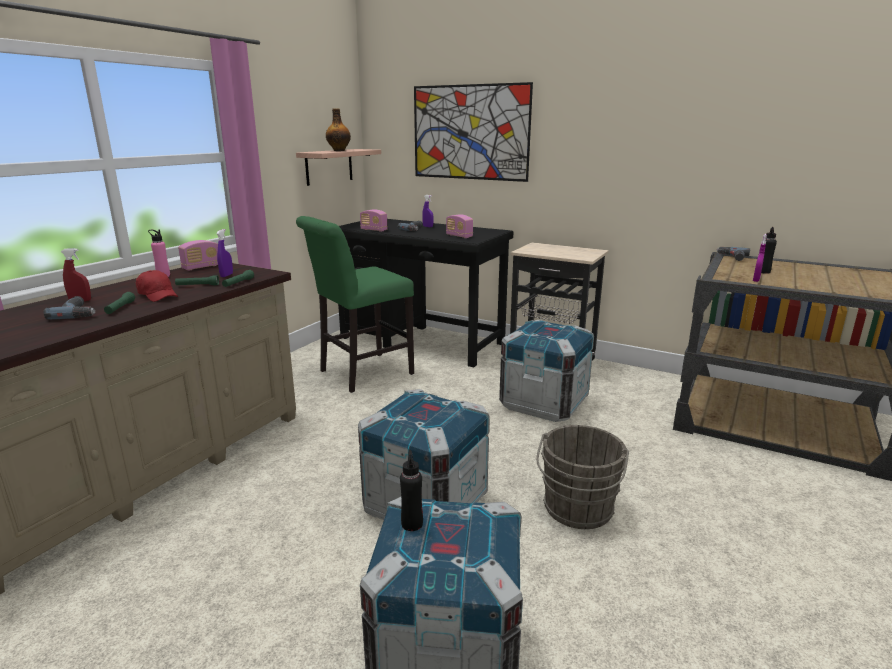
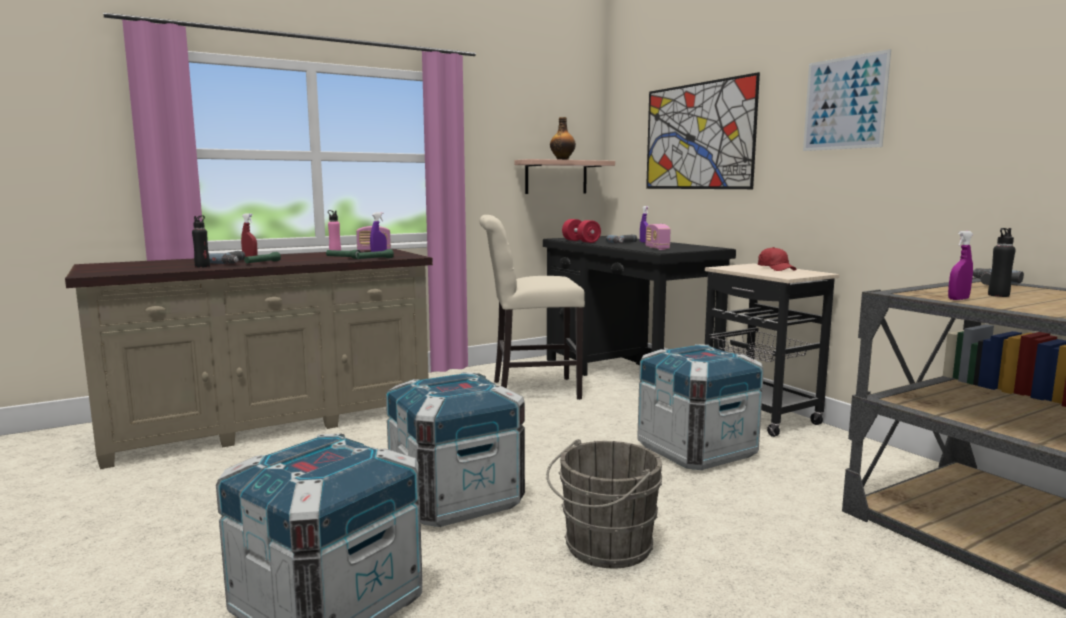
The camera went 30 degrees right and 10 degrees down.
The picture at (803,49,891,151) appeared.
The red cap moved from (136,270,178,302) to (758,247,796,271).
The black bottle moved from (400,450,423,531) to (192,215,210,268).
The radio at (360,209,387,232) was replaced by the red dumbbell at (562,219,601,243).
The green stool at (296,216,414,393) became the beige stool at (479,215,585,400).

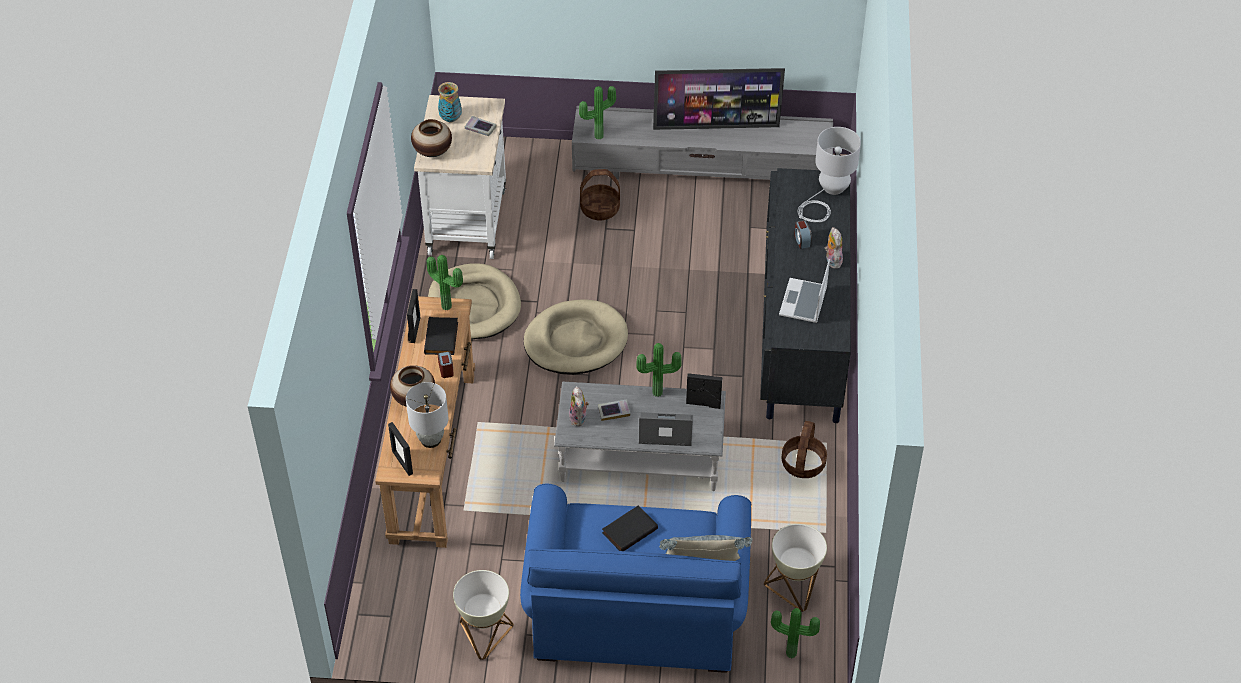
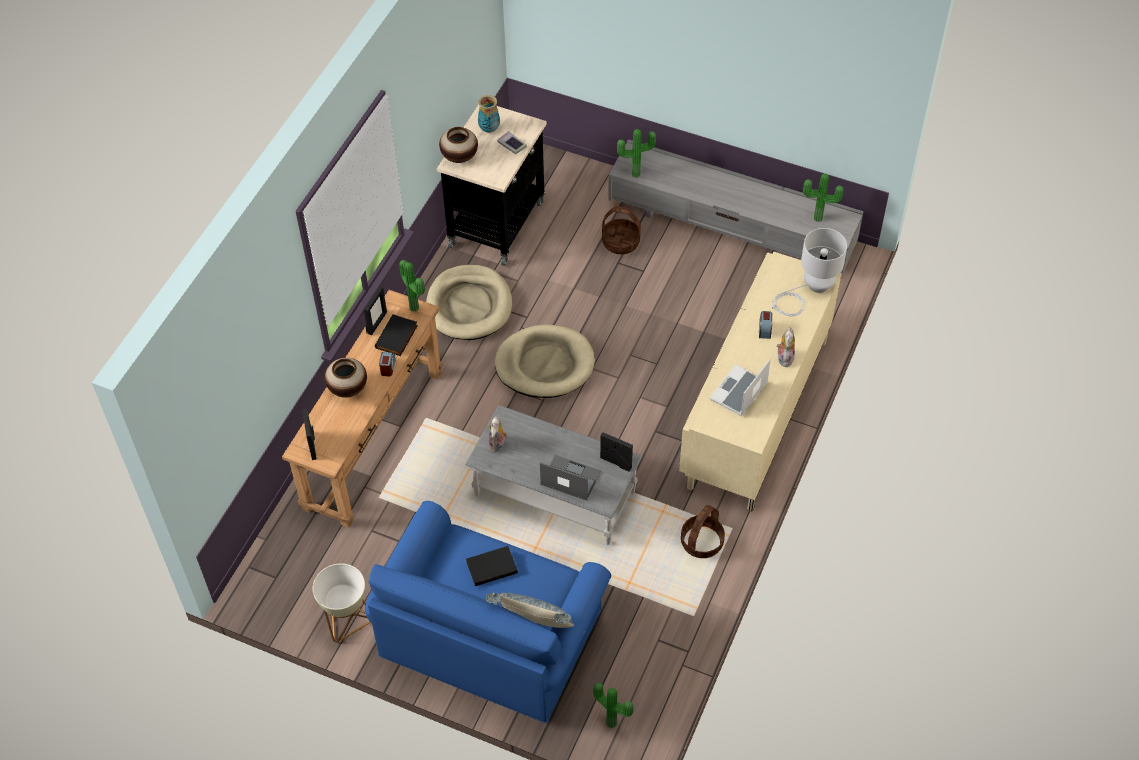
The camera went 20 degrees right and 5 degrees up.
The white table lamp at (406,382,449,448) disappeared.
The book at (598,399,630,421) disappeared.
The television at (653,68,785,130) disappeared.
The planter at (764,524,827,612) disappeared.
The potted plant moved from (636,343,682,397) to (803,173,843,222).
The white cart at (414,95,506,259) became the black cart at (437,105,547,266).
The black cabinet at (760,168,851,423) became the beige cabinet at (679,251,841,512).

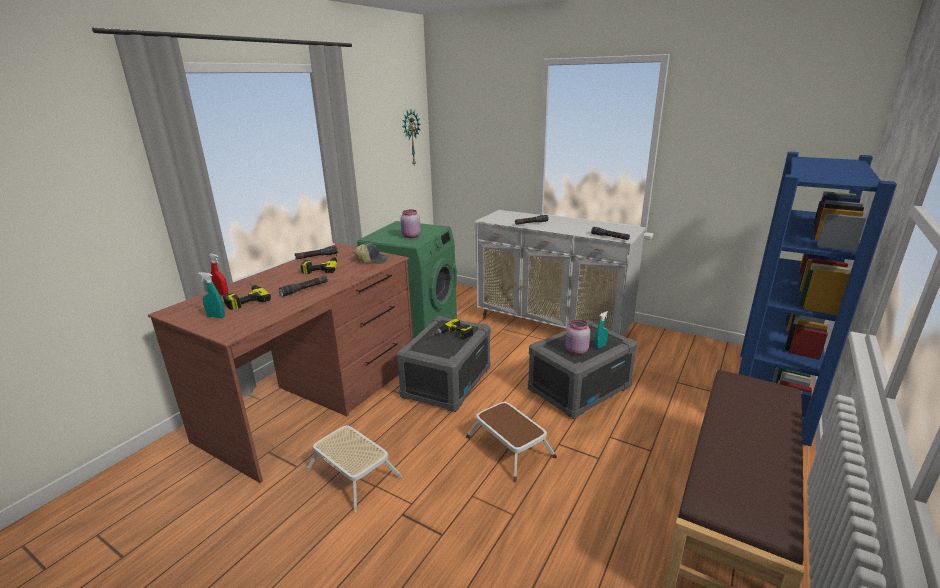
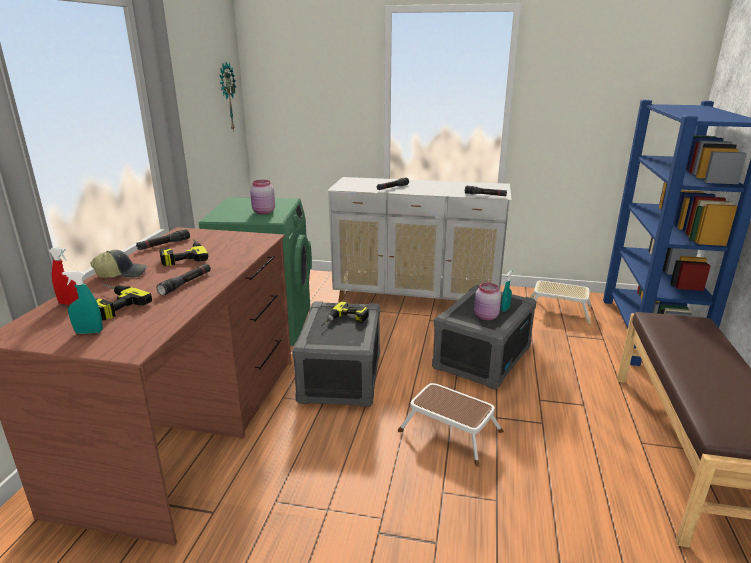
The camera went 20 degrees left and 0 degrees up.
The beige step ladder moved from (305,425,402,513) to (530,281,592,324).
The cap moved from (353,243,389,264) to (90,250,147,278).

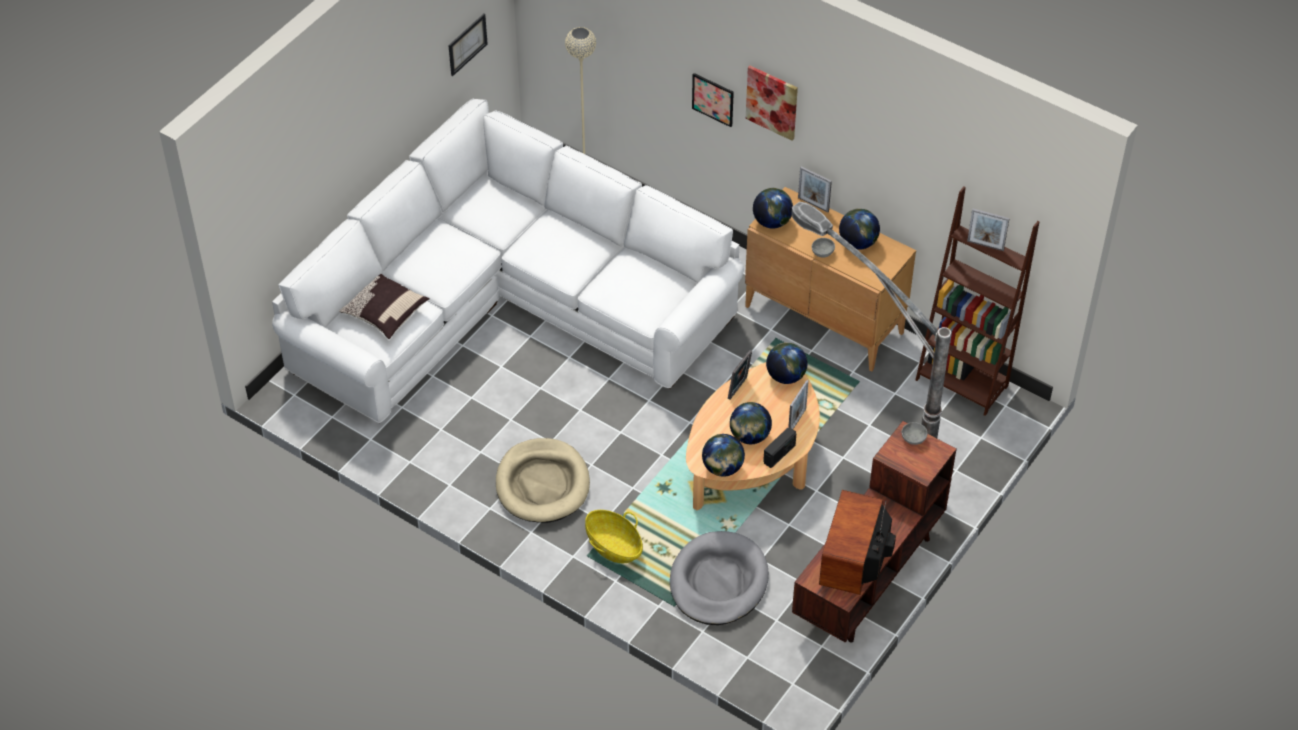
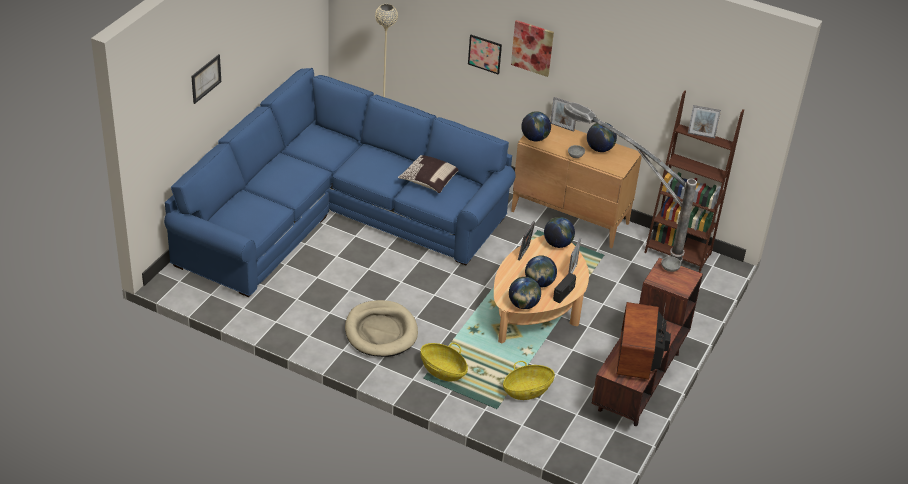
The camera went 10 degrees left and 10 degrees down.
The pillow moved from (339,274,430,339) to (398,155,459,193).
The picture moved from (448,14,488,76) to (191,54,221,104).
The grey dog bed at (670,531,769,625) was replaced by the basket at (503,361,555,400).
The white sofa at (272,99,744,424) became the blue sofa at (164,68,516,297).

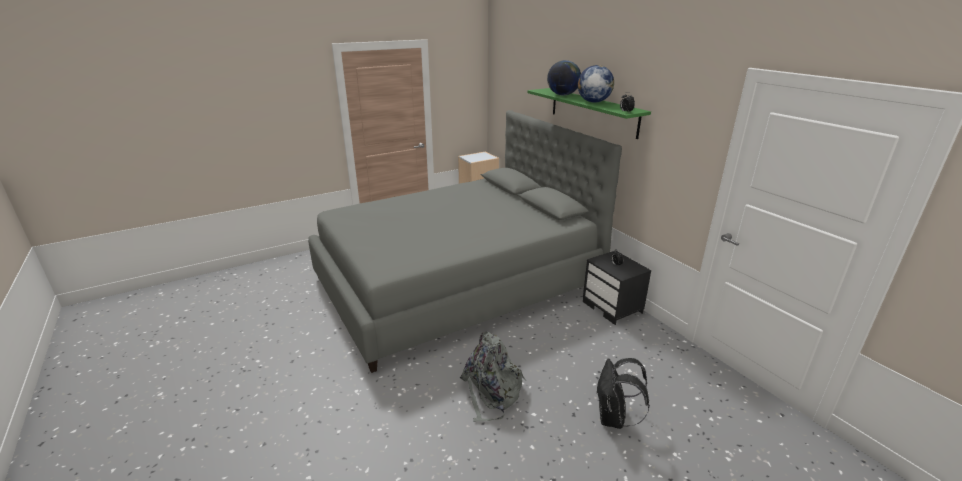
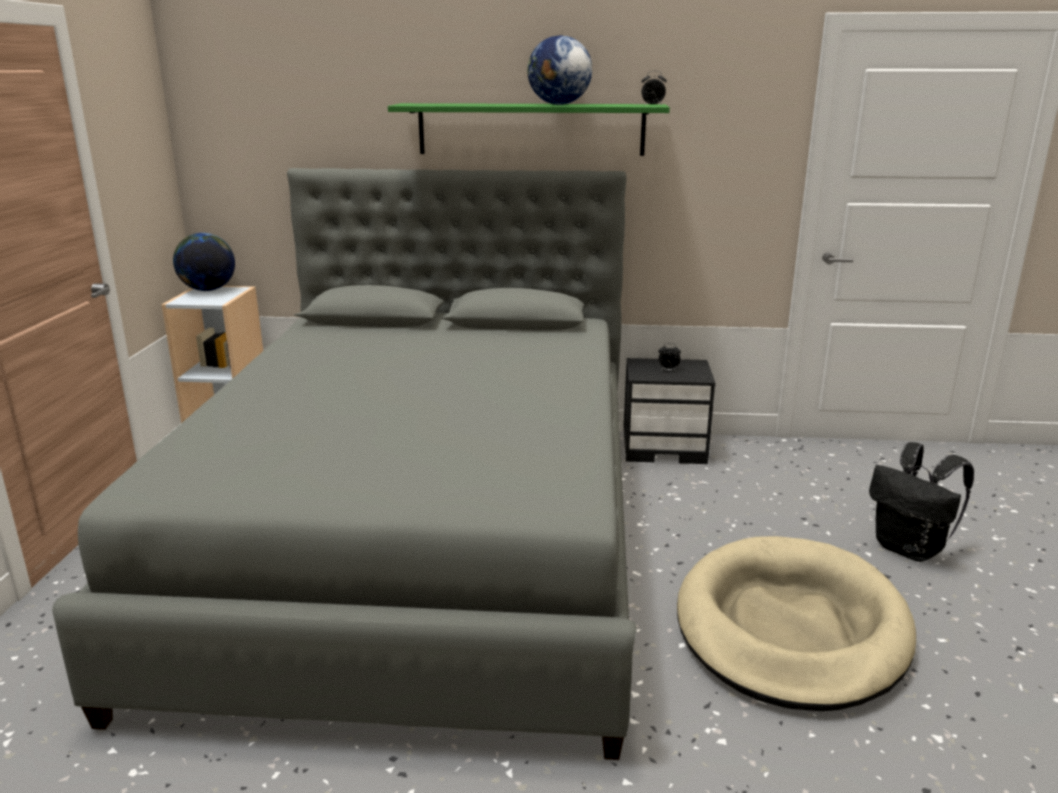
The camera went 55 degrees left and 5 degrees down.
The globe moved from (547,60,581,95) to (173,233,235,291).
The grey backpack at (460,331,526,422) was replaced by the beige dog bed at (677,536,916,711).

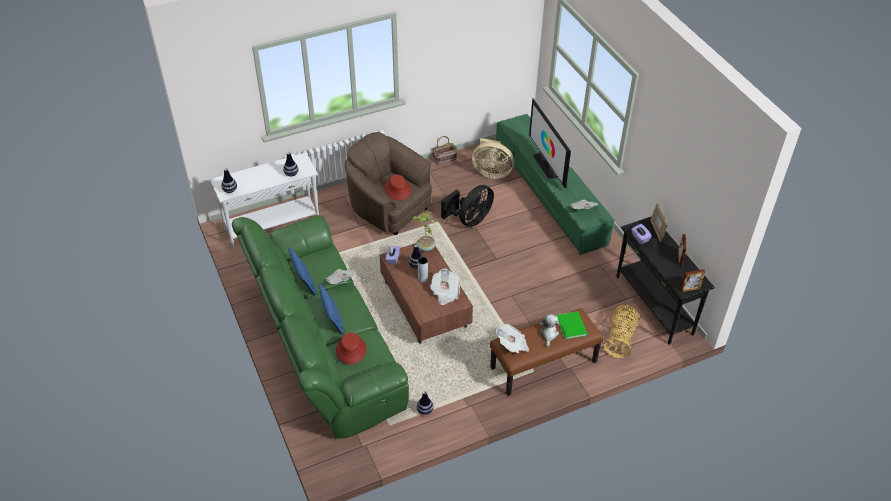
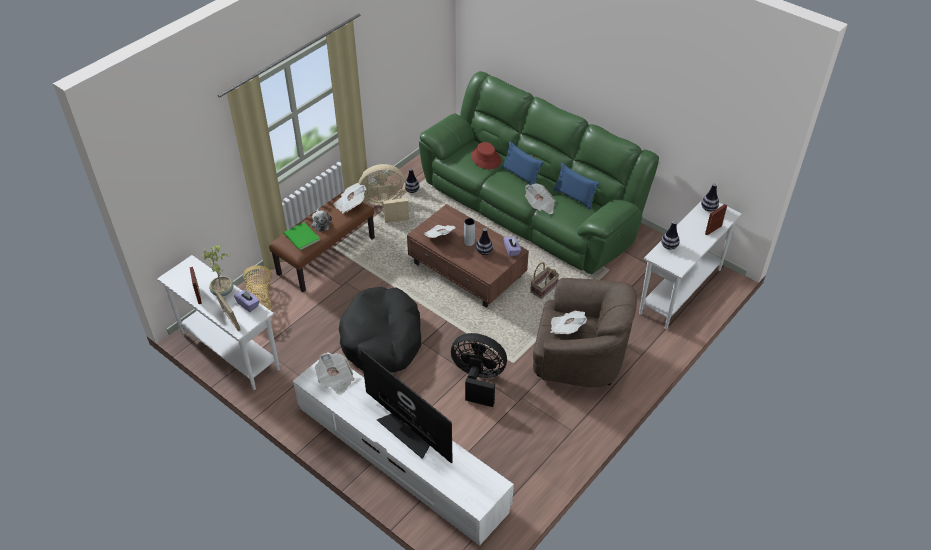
The camera went 155 degrees right and 0 degrees up.
The black dog bed at (339,287,421,373) appeared.
The potted plant moved from (412,211,436,252) to (203,245,234,296).
The basket moved from (432,136,457,165) to (530,262,559,299).
The beige fan moved from (472,138,514,179) to (358,164,409,223).
The picture frame moved from (680,269,706,293) to (705,204,727,236).
The red hat at (385,175,411,201) was replaced by the newspaper at (551,311,587,334).
The green tv stand at (496,114,615,255) became the white tv stand at (293,352,514,546).
The black console table at (616,216,715,345) became the white console table at (157,255,280,390).
The black fan at (441,185,494,227) turned 90 degrees clockwise.

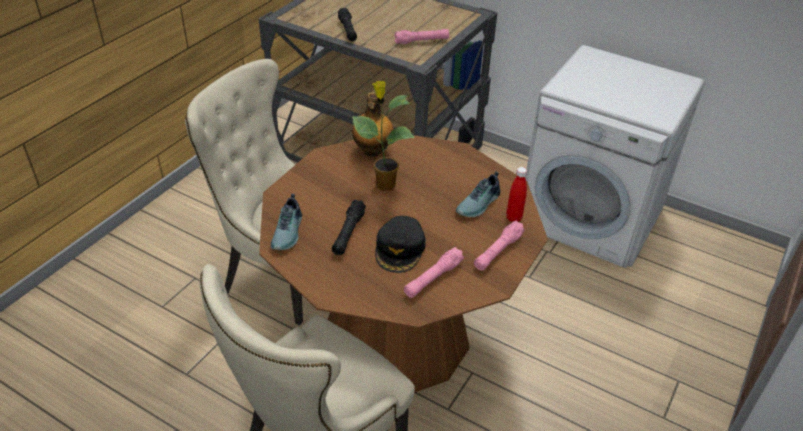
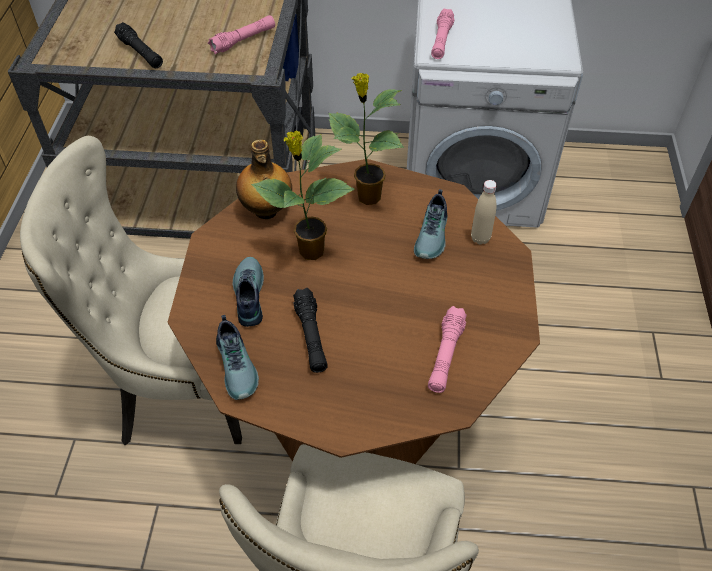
The camera went 25 degrees left and 10 degrees up.
The black cap at (375,216,426,273) disappeared.
The shoe at (233,257,264,327) appeared.
The potted plant at (329,73,404,205) appeared.
The pink flashlight moved from (474,220,525,271) to (431,8,454,59).
The red bottle at (506,167,527,222) became the beige bottle at (471,180,497,245).

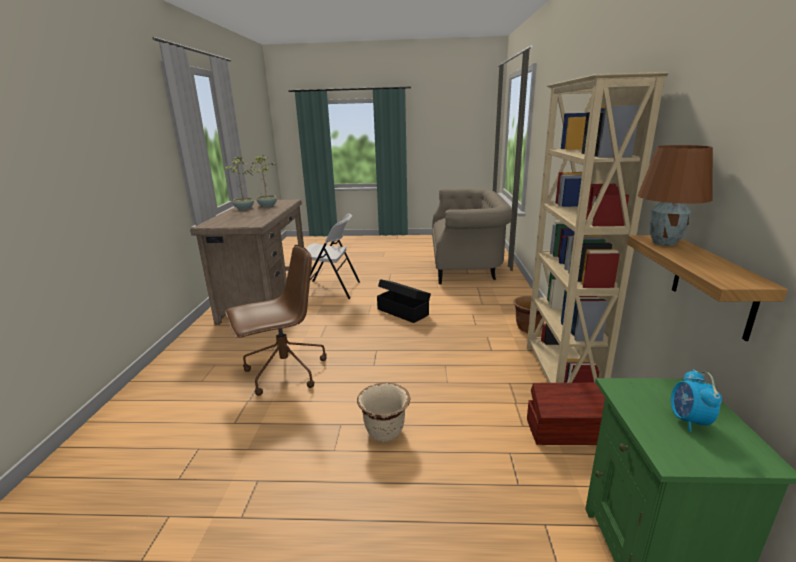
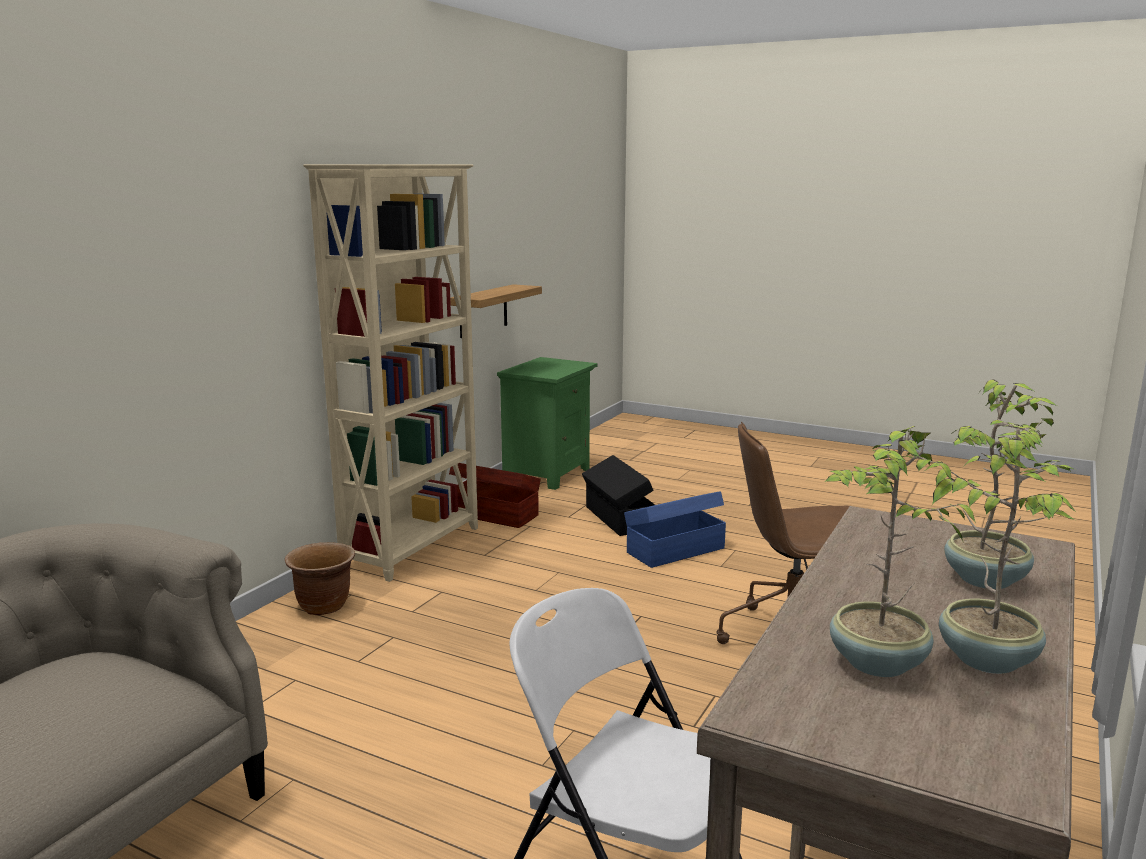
The camera went 155 degrees left and 5 degrees down.
The brown table lamp at (638,145,713,246) disappeared.
The alarm clock at (671,369,722,432) disappeared.
The potted plant at (944,380,1057,589) appeared.
The black storage box moved from (377,279,431,323) to (582,455,655,536).
The beige planter at (357,383,410,442) was replaced by the blue storage box at (624,491,726,568).

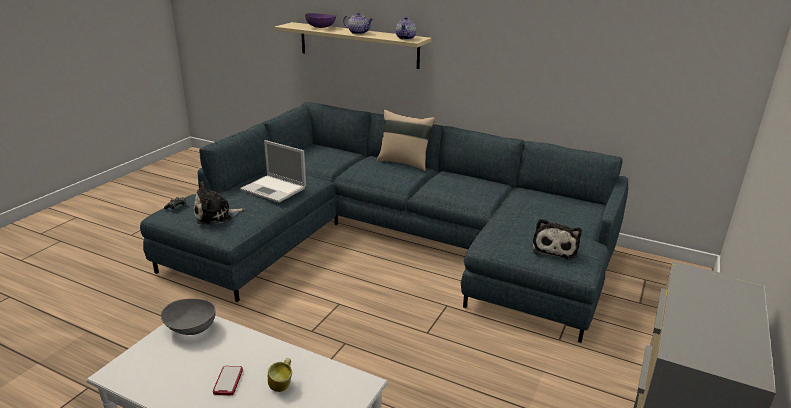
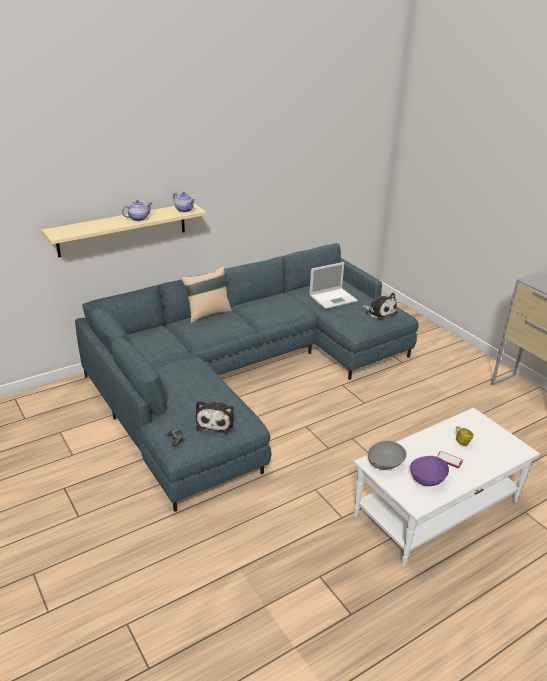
The camera went 60 degrees left and 5 degrees up.
The laptop moved from (240,140,306,203) to (309,262,358,309).
The purple bowl moved from (305,13,336,28) to (410,456,449,486).

